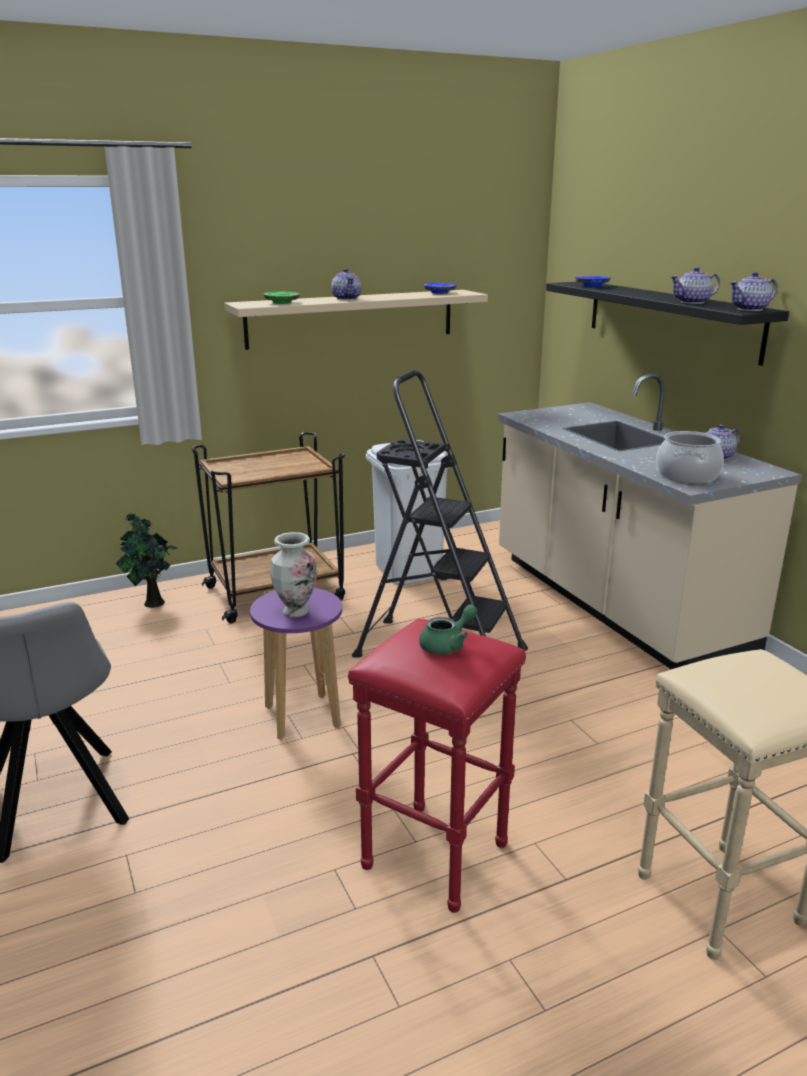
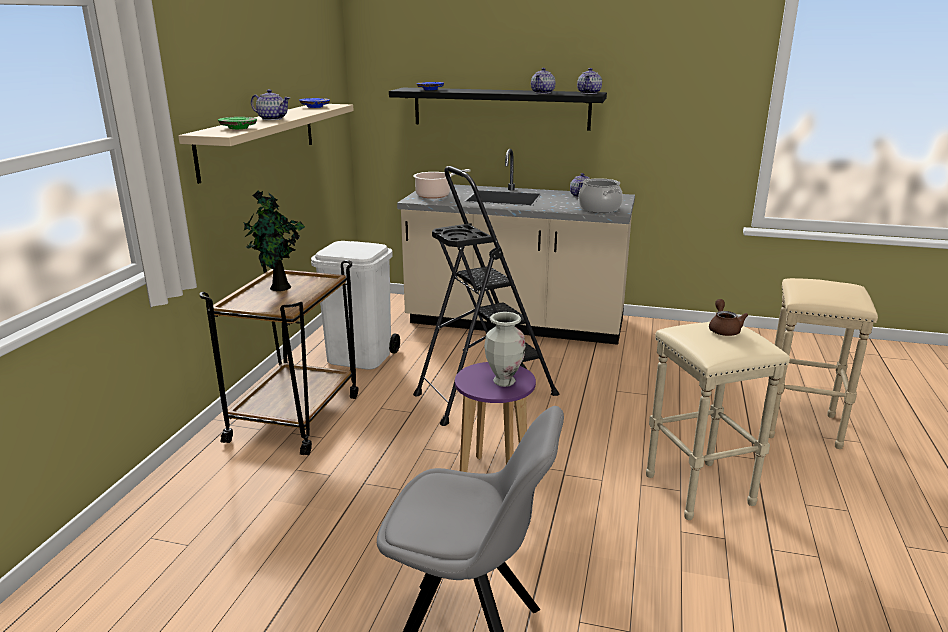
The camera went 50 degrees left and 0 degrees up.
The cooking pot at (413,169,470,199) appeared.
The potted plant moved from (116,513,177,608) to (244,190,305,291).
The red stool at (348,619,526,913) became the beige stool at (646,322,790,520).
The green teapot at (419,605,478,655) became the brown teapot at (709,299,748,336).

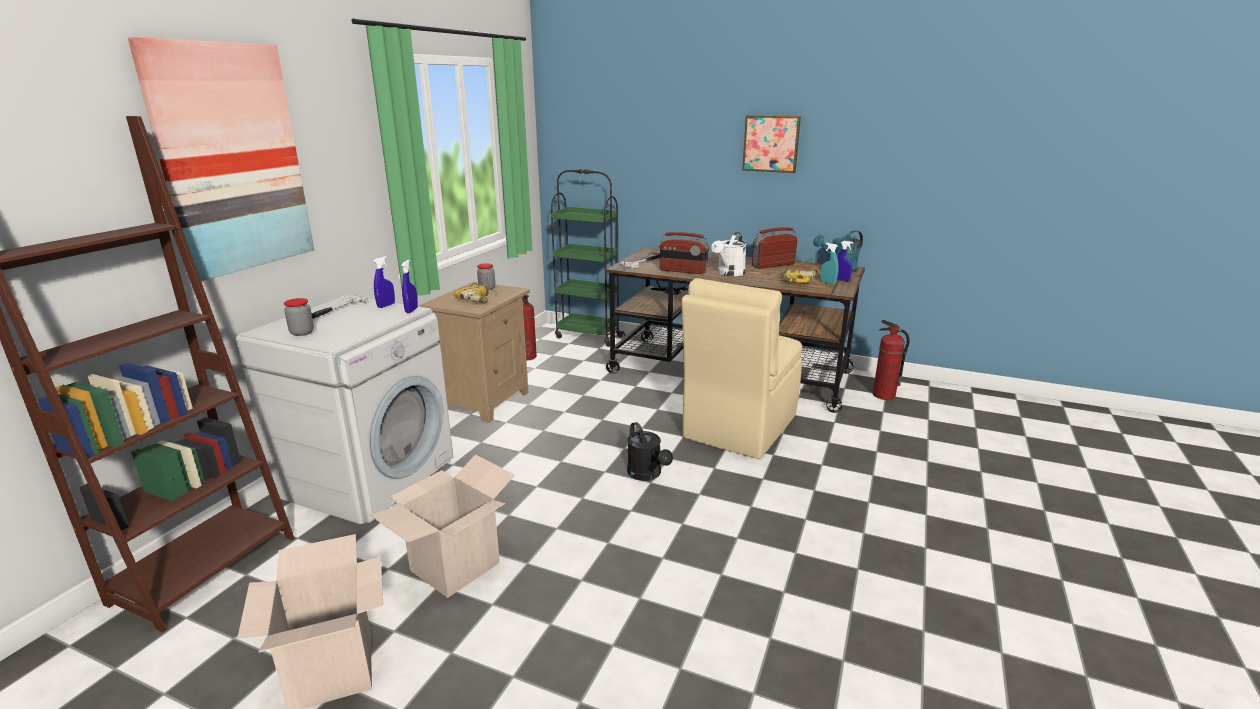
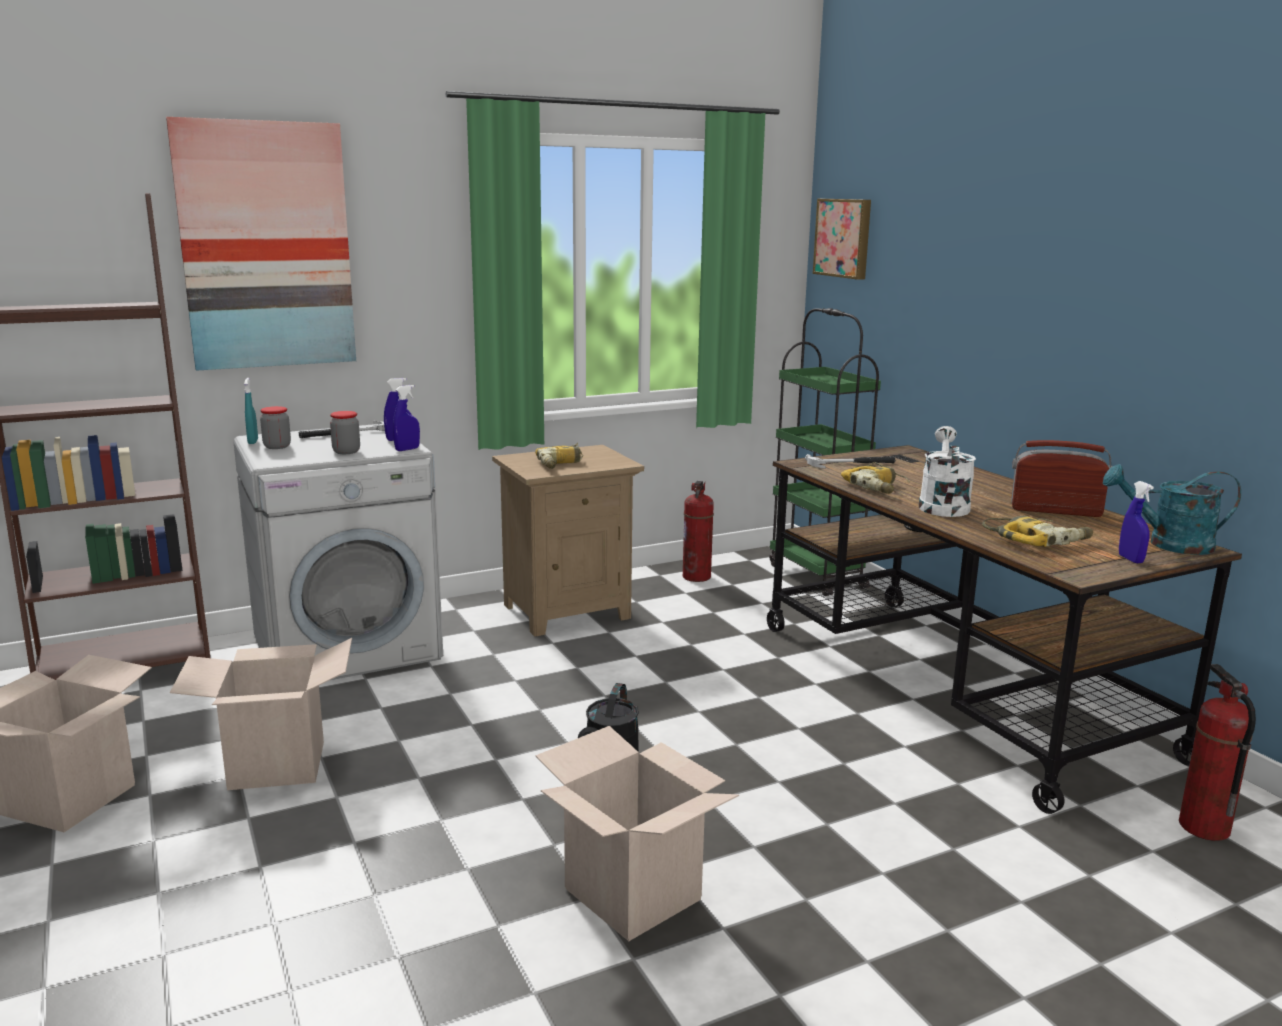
The camera went 40 degrees right and 5 degrees down.
The beige chair at (681,278,802,459) disappeared.
The cardboard box at (536,726,739,941) appeared.
The jar moved from (477,263,495,290) to (330,411,360,454).
The picture moved from (742,115,801,173) to (813,199,871,280).
The turquoise spray bottle moved from (820,243,839,285) to (244,378,258,444).
The radio at (659,232,709,274) was replaced by the power drill at (841,462,910,494).
The white watering can at (711,232,746,276) turned 120 degrees clockwise.

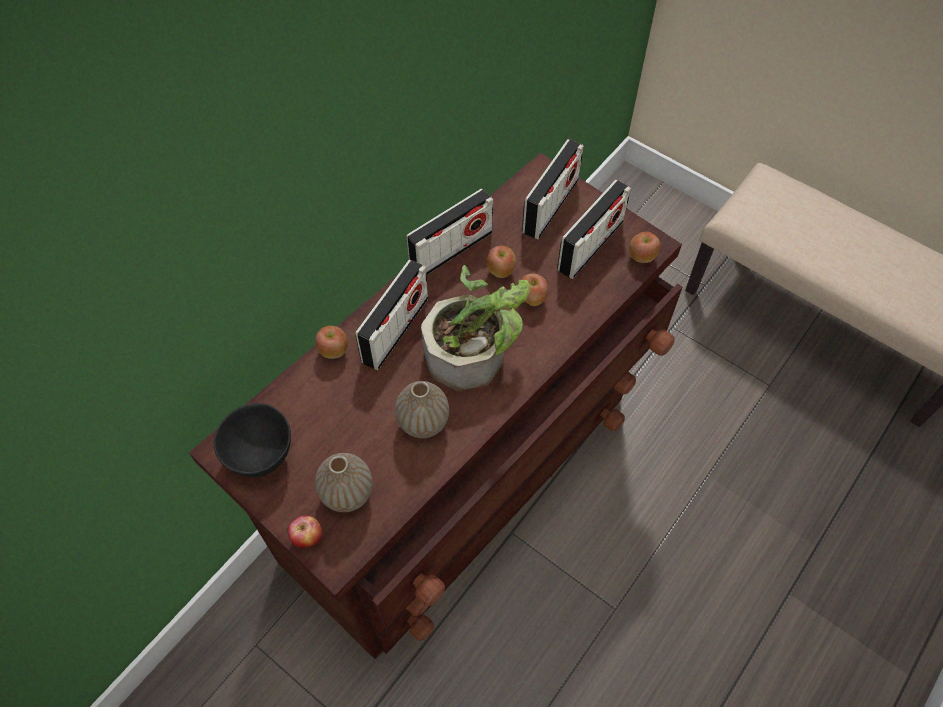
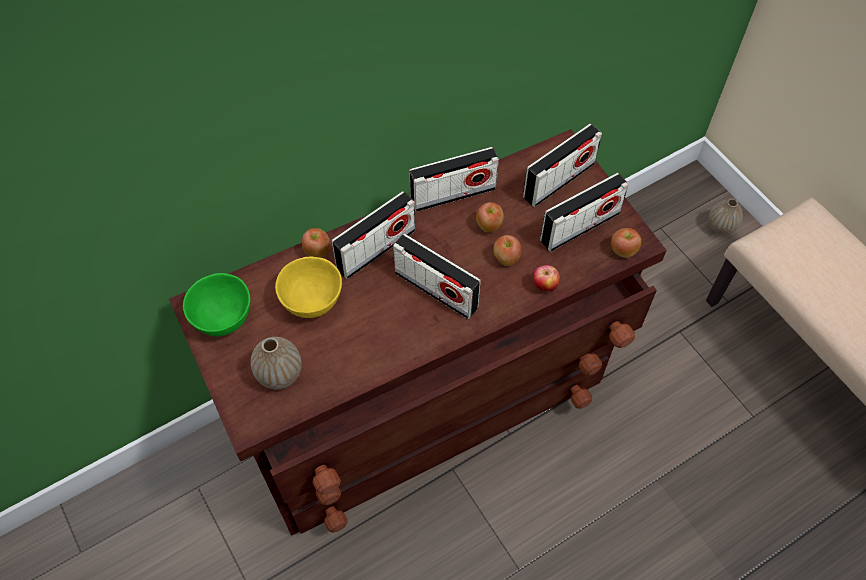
The camera went 20 degrees right and 0 degrees up.
The yellow bowl at (275,257,342,318) appeared.
The apple moved from (288,515,322,548) to (533,265,560,291).
The vase moved from (395,381,449,438) to (709,198,743,235).
The potted plant at (421,265,530,391) was replaced by the radio at (393,234,481,319).
The black bowl at (214,403,291,477) became the green bowl at (183,273,250,337).

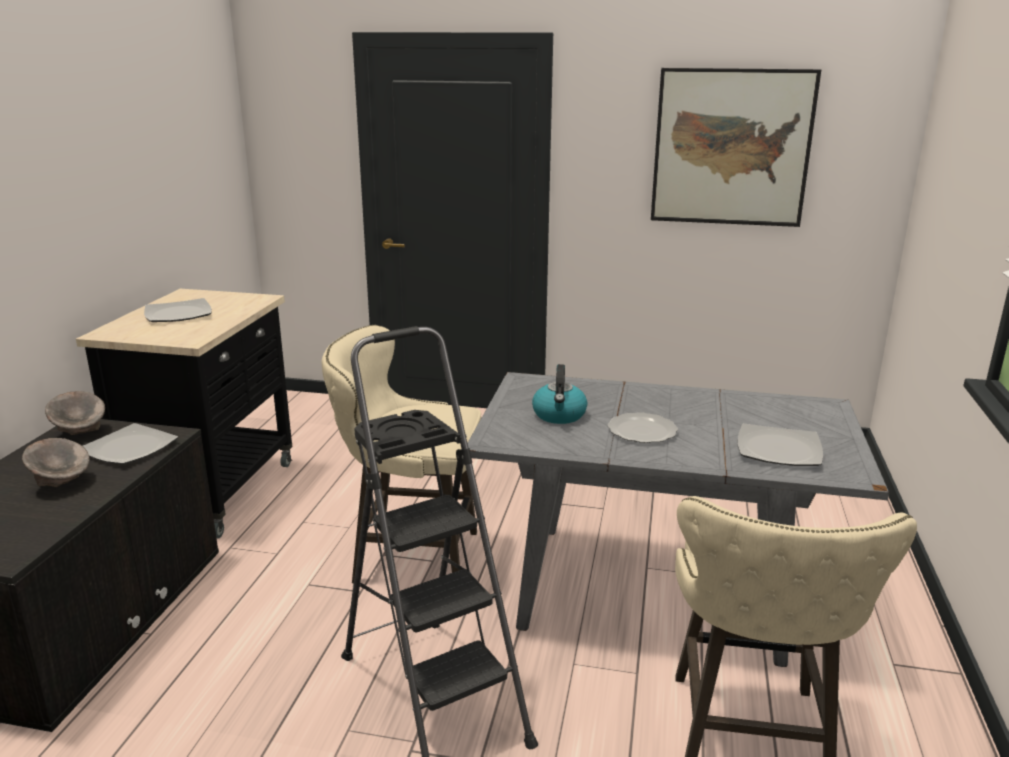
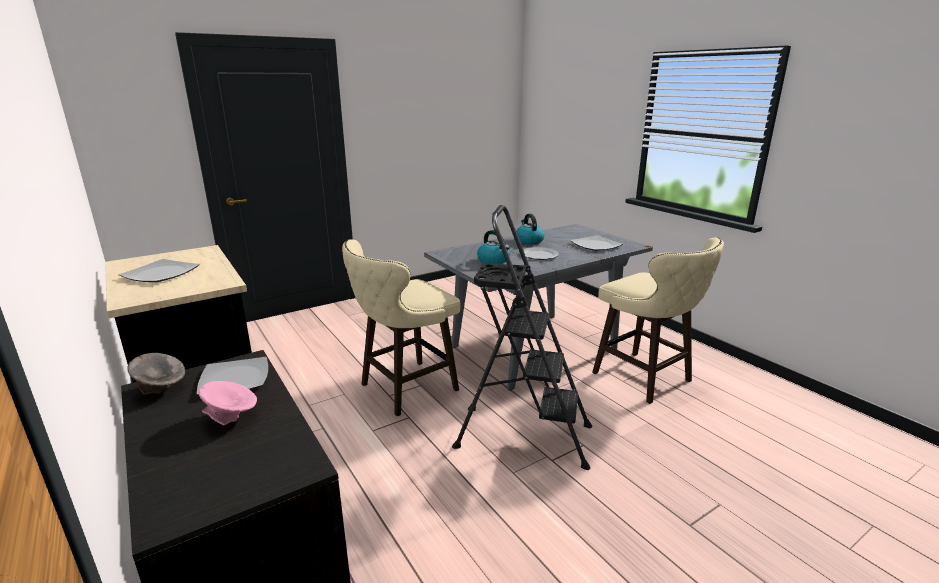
The camera went 45 degrees left and 0 degrees up.
The picture at (651,68,821,227) disappeared.
The kettle at (516,214,545,245) appeared.
The grey bowl at (22,438,90,487) became the pink bowl at (199,381,257,425).

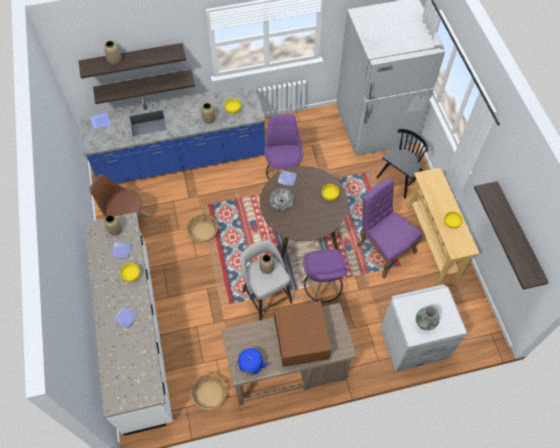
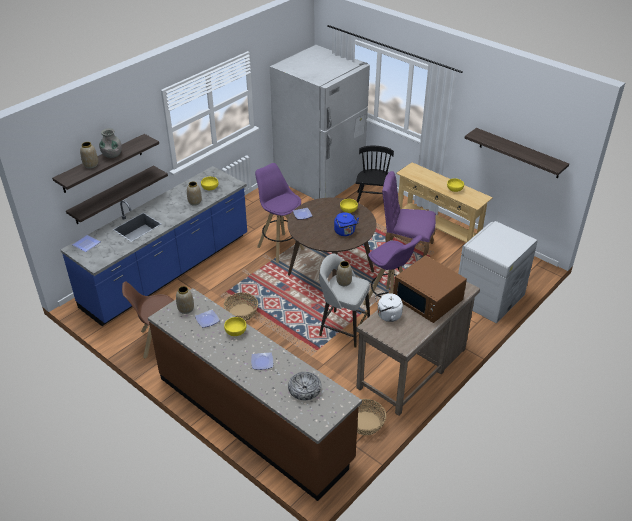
The camera went 35 degrees left and 20 degrees down.
The white kettle at (375,291,403,322) appeared.
The blue kettle moved from (235,348,268,375) to (334,212,359,236).
The bowl moved from (269,188,295,211) to (288,372,322,400).
The grey vase moved from (416,305,439,330) to (99,128,122,158).
The white counter at (85,212,173,436) became the brown counter at (148,288,362,501).

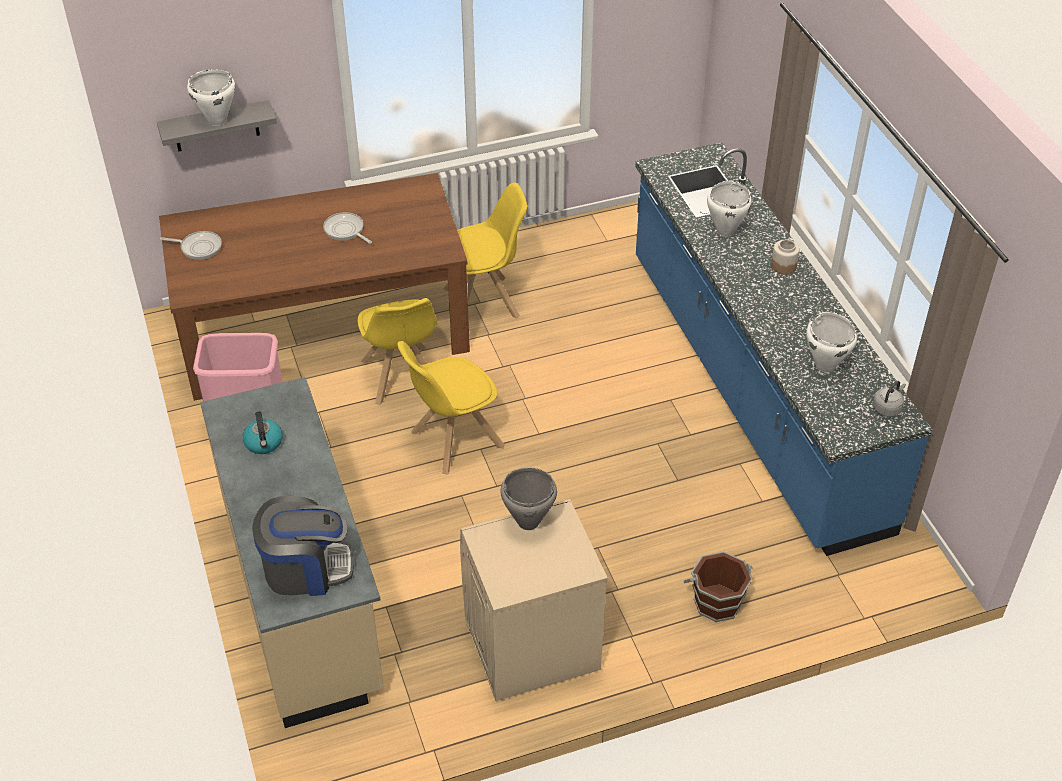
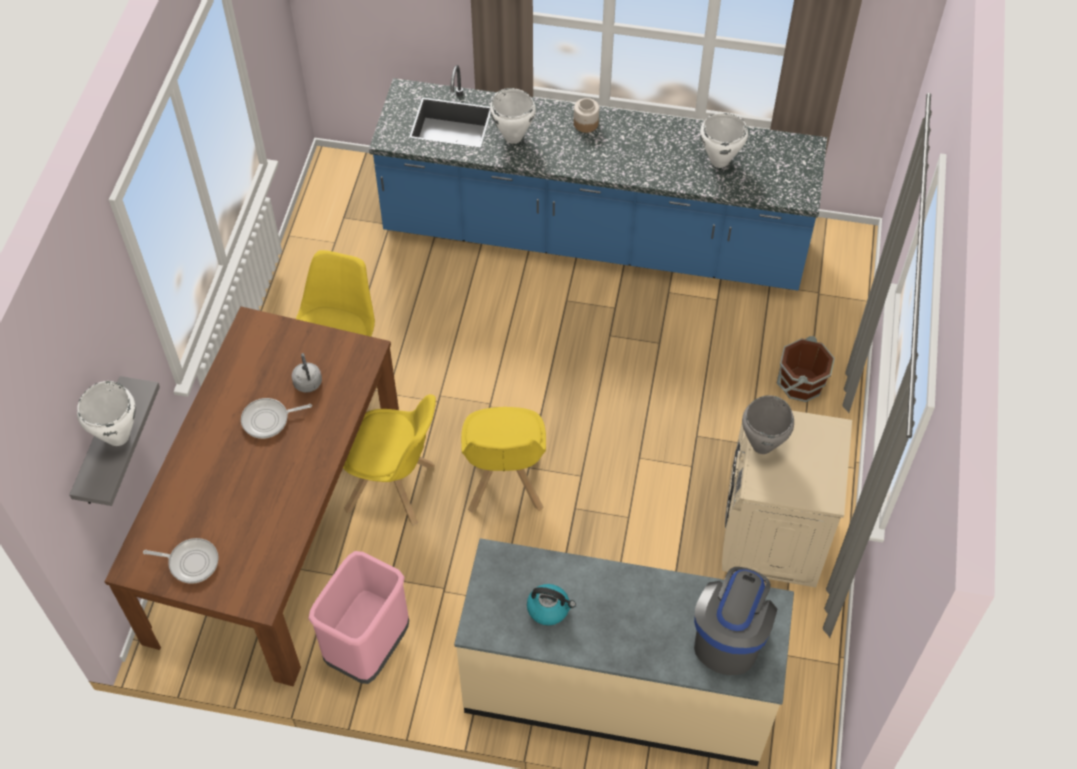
The camera went 60 degrees left and 10 degrees up.
The grey kettle moved from (873,381,906,417) to (291,353,322,393).
The frying pan at (160,231,222,260) turned 60 degrees clockwise.

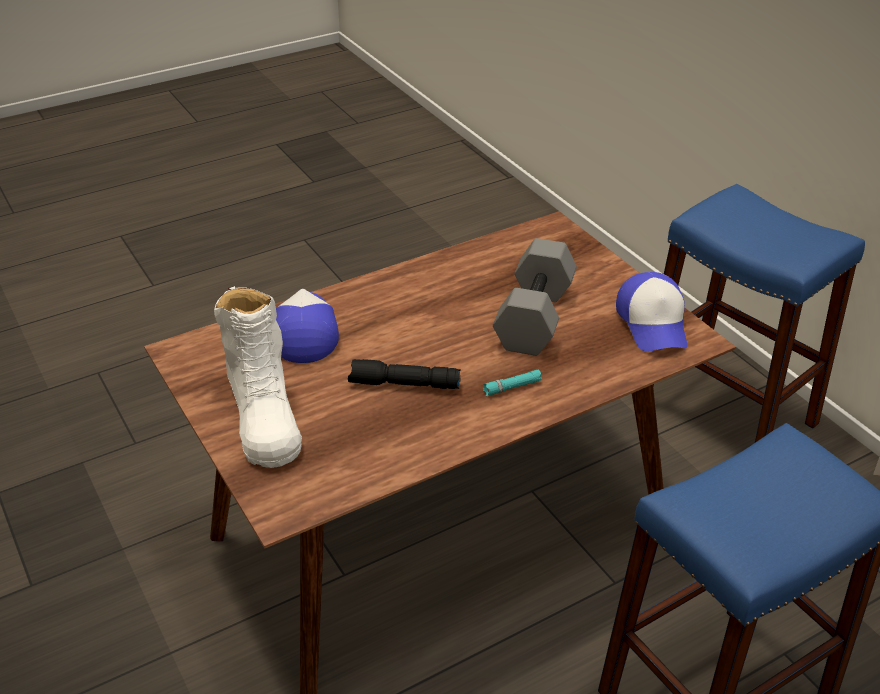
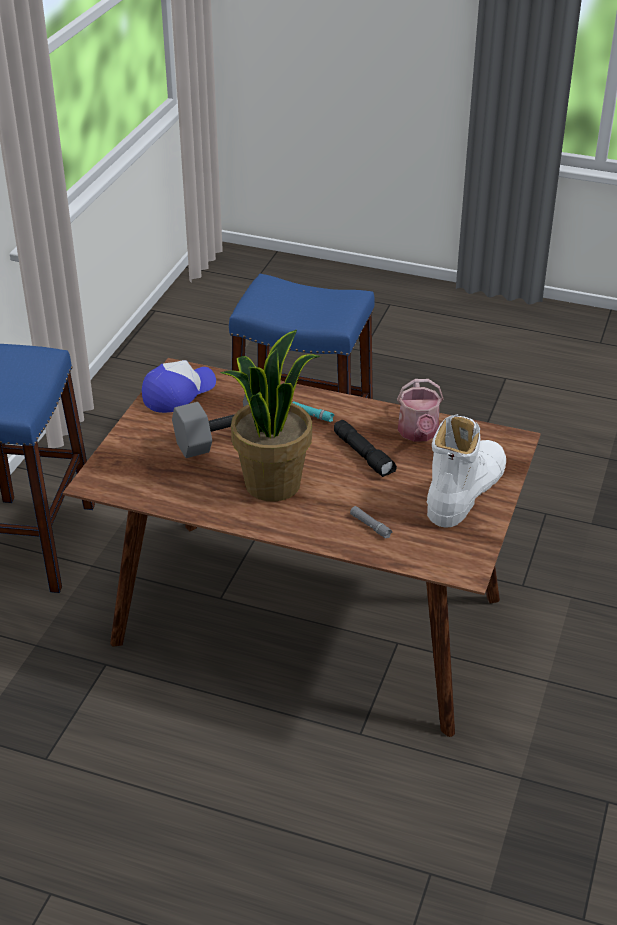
The camera went 130 degrees left and 0 degrees up.
The potted plant at (220,330,321,502) appeared.
The watering can at (397,379,444,442) appeared.
The cap at (276,289,339,363) was replaced by the grey flashlight at (350,506,392,539).

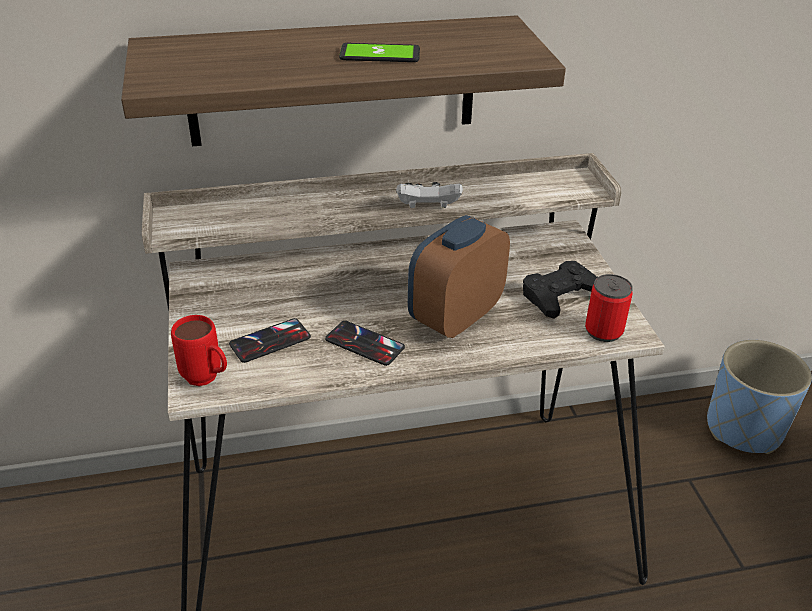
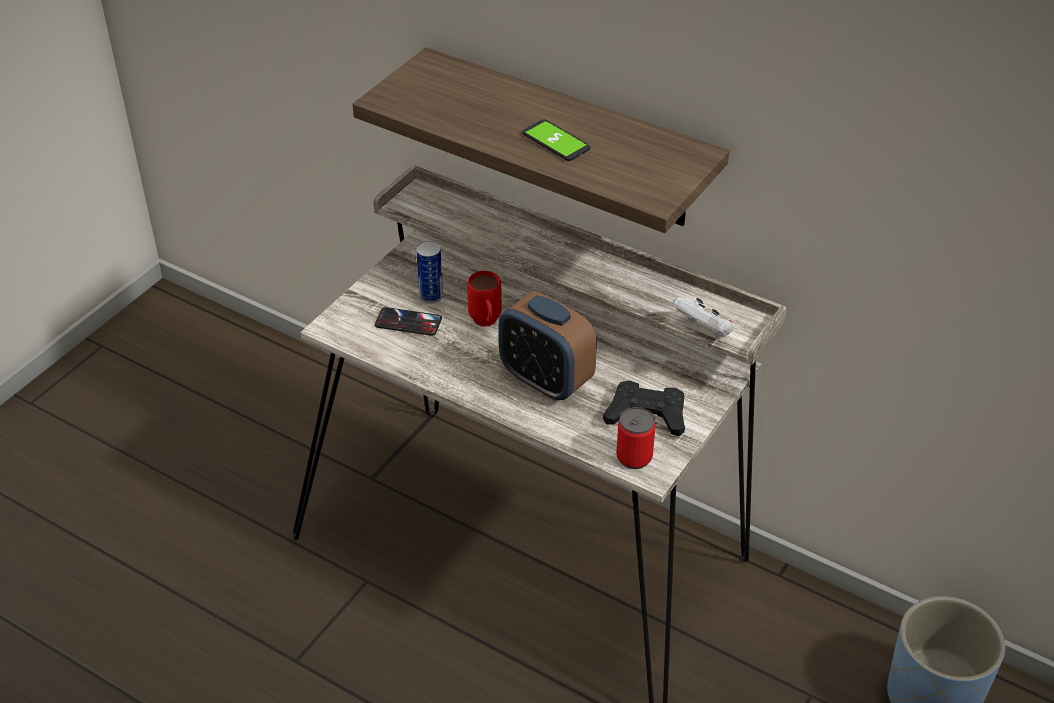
The camera went 45 degrees right and 5 degrees up.
The phone at (325,321,405,366) disappeared.
The can at (416,241,443,304) appeared.
The red mug moved from (171,315,227,386) to (467,271,502,327).
The white game controller moved from (396,182,463,208) to (672,297,733,337).
The alarm clock at (408,215,510,338) turned 135 degrees counterclockwise.

